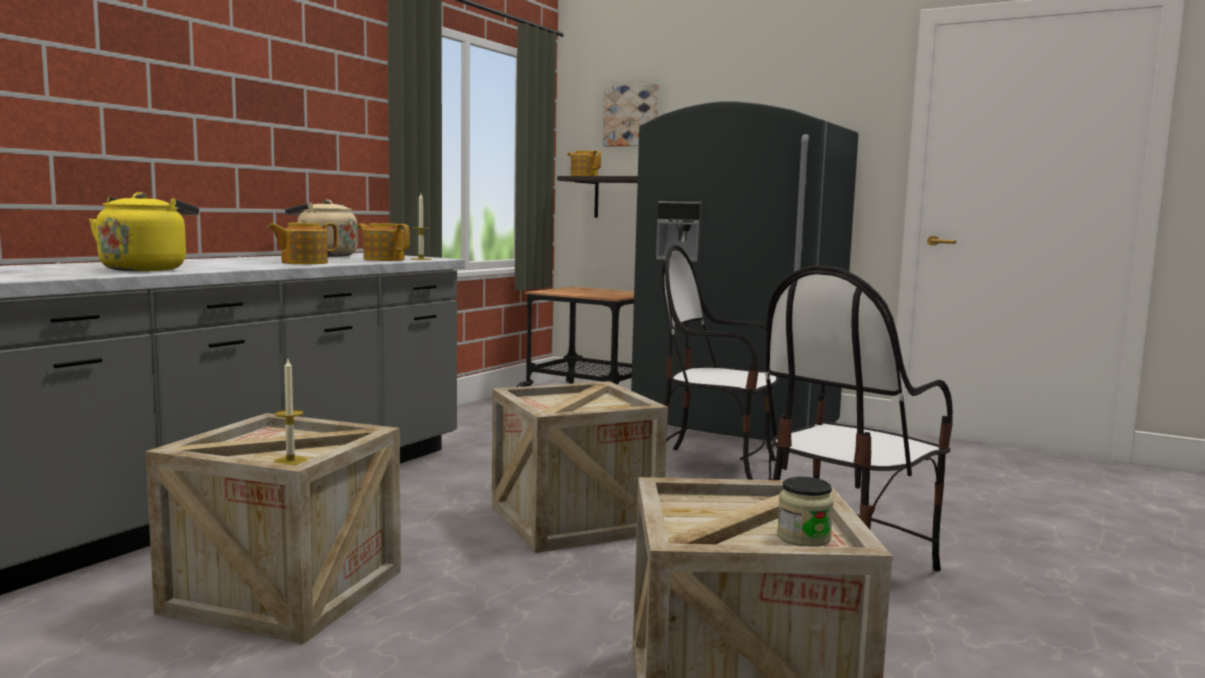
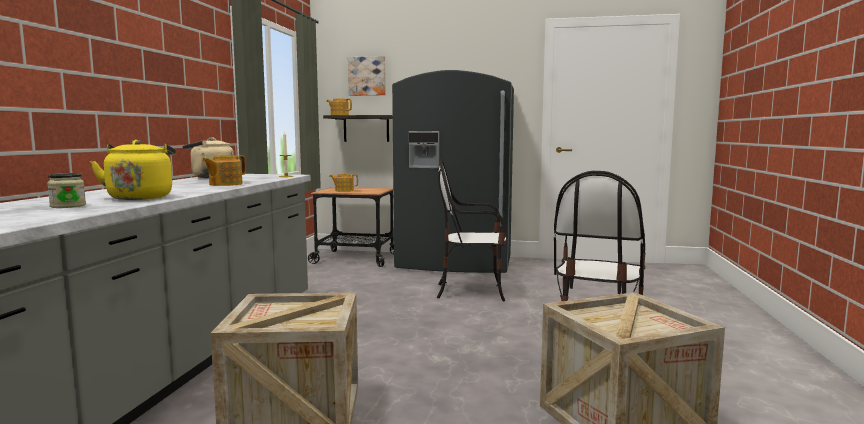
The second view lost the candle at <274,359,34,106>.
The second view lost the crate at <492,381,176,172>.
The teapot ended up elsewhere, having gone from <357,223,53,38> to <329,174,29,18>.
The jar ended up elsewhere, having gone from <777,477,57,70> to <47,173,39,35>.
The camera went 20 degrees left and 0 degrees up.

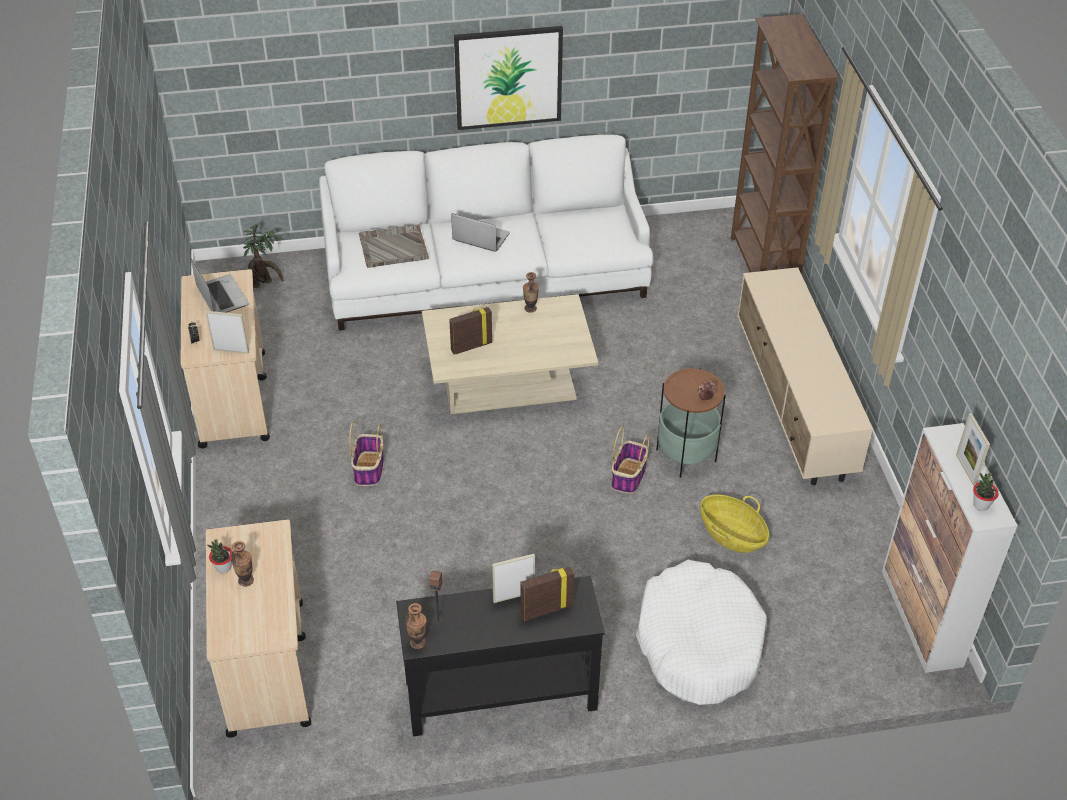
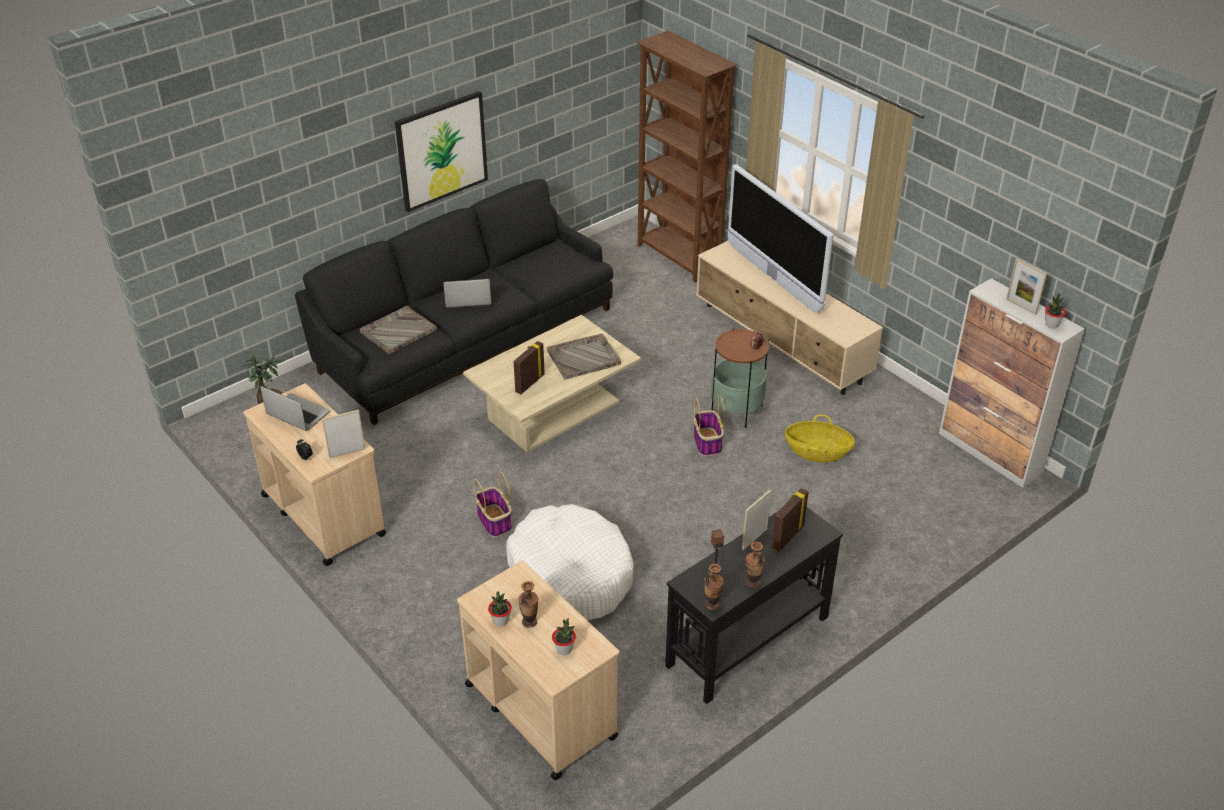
The second view gained the tray (grey) at <547,333,74,47>.
The second view gained the potted plant at <552,618,24,37>.
The second view gained the television at <728,164,106,149>.
The vase ended up elsewhere, having gone from <523,272,16,41> to <746,542,19,46>.
The dog bed (white) ended up elsewhere, having gone from <636,560,131,145> to <506,504,128,116>.
What was the sofa (white) at <319,135,334,196> turned into the sofa (black) at <295,179,318,246>.
The camera went 30 degrees left and 5 degrees down.

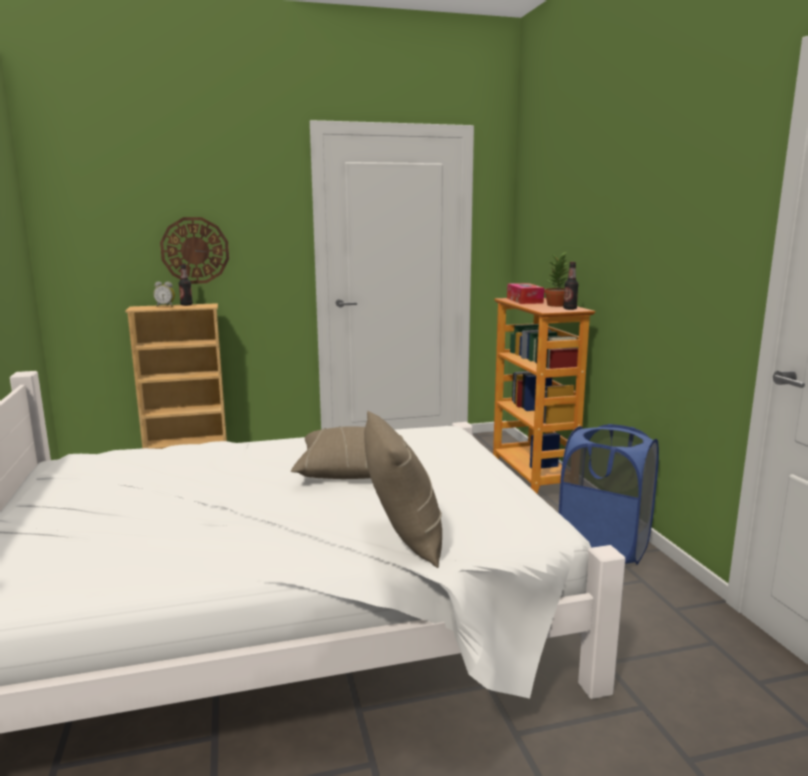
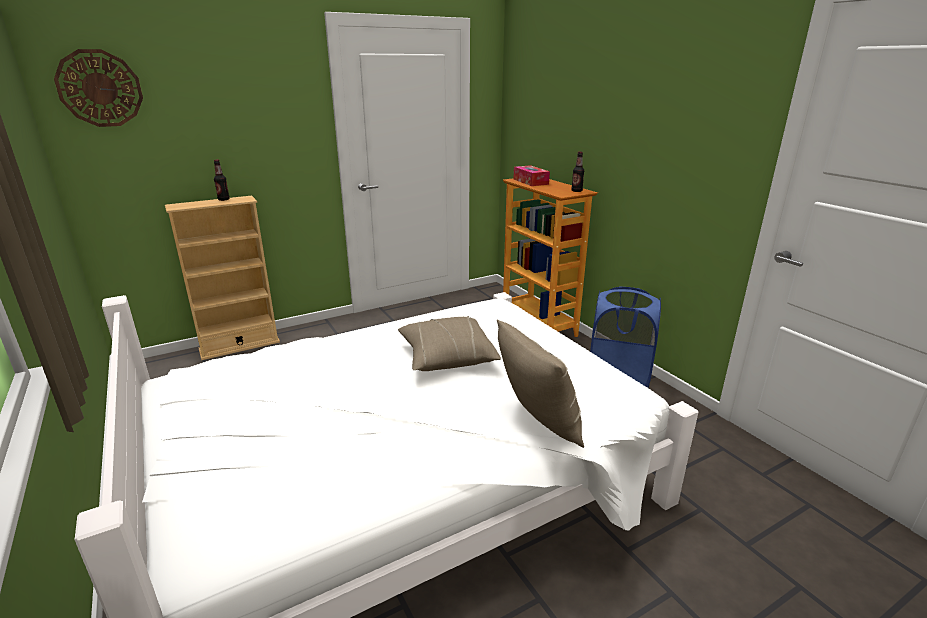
The second view lost the alarm clock at <153,282,22,25>.
The second view lost the potted plant at <544,251,25,56>.
The wall clock ended up elsewhere, having gone from <160,217,69,67> to <54,49,89,78>.
The camera went 15 degrees left and 10 degrees up.

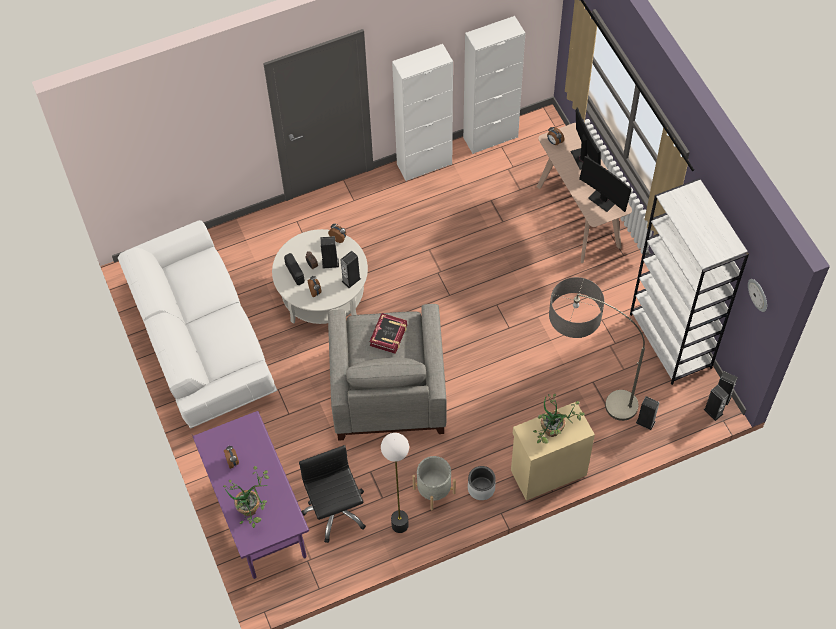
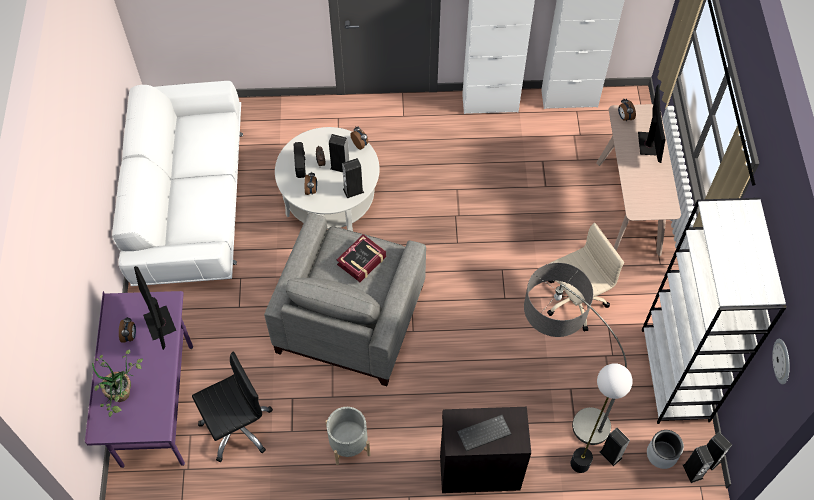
The second view gained the office chair (beige) at <547,222,77,110>.
The floor lamp ended up elsewhere, having gone from <381,433,28,100> to <571,363,62,110>.
The planter (grey) ended up elsewhere, having gone from <468,466,28,34> to <647,430,37,39>.
The monitor ended up elsewhere, having gone from <579,156,53,56> to <134,266,42,84>.
Where the potted plant stood at <533,394,52,49>, the keyboard came to stand at <457,415,55,36>.
What was the cabinet (beige) at <511,402,84,99> turned into the cabinet (black) at <440,407,91,86>.
The office chair (black) at <299,445,67,98> ended up facing another way, 60 degrees clockwise from before.
The camera went 20 degrees right and 0 degrees up.

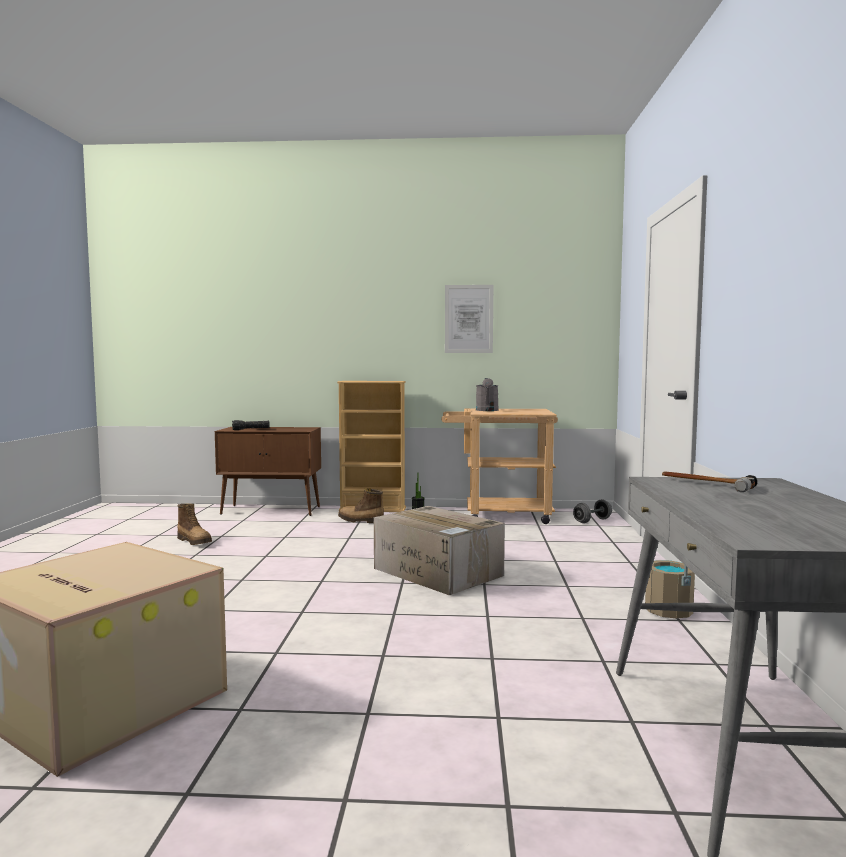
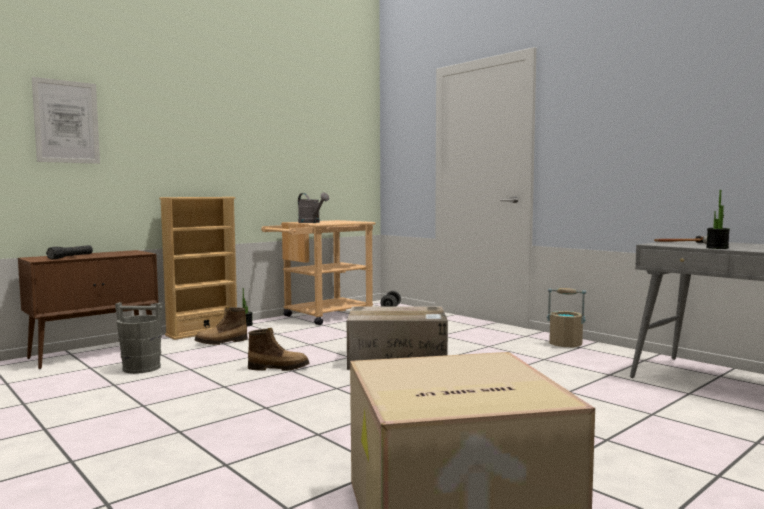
The second view gained the bucket (grey) at <115,302,48,72>.
The second view gained the potted plant at <706,190,24,59>.
The boot ended up elsewhere, having gone from <177,504,35,41> to <248,328,61,43>.
The picture ended up elsewhere, having gone from <445,285,48,68> to <32,77,68,87>.
The camera went 45 degrees left and 0 degrees up.

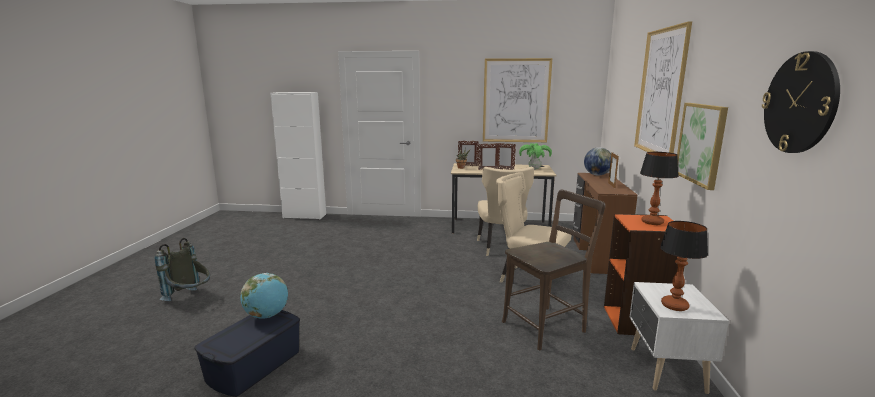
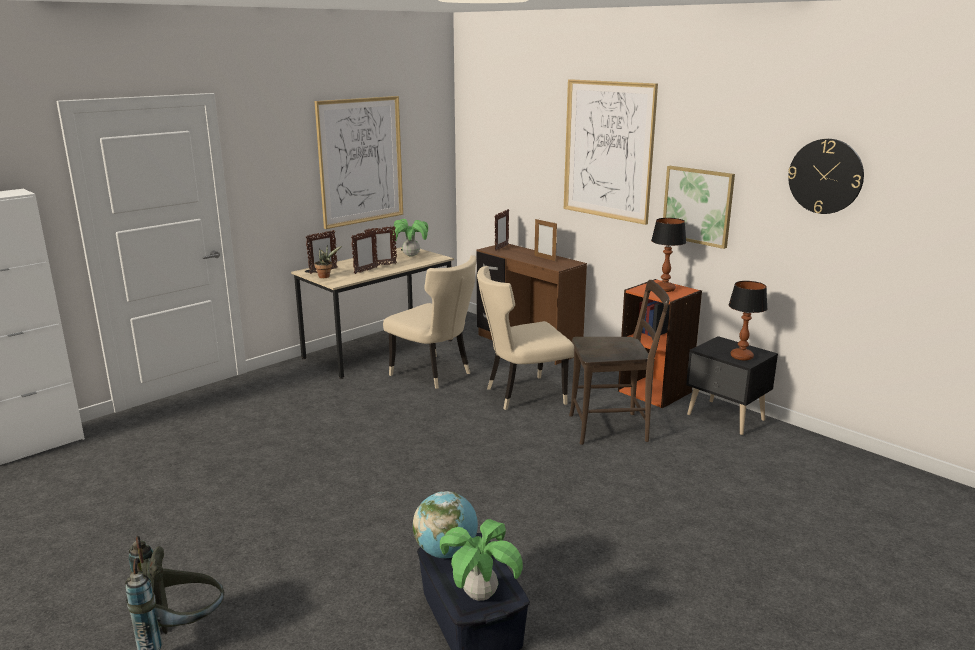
The second view gained the potted plant at <440,519,83,82>.
Where the globe stood at <584,147,27,28>, the picture frame came to stand at <495,209,14,42>.
What was the nightstand (white) at <630,282,99,112> turned into the nightstand (black) at <686,336,92,99>.
The chair (brown) at <502,190,103,160> ended up facing another way, 75 degrees clockwise from before.
The camera went 50 degrees left and 5 degrees up.

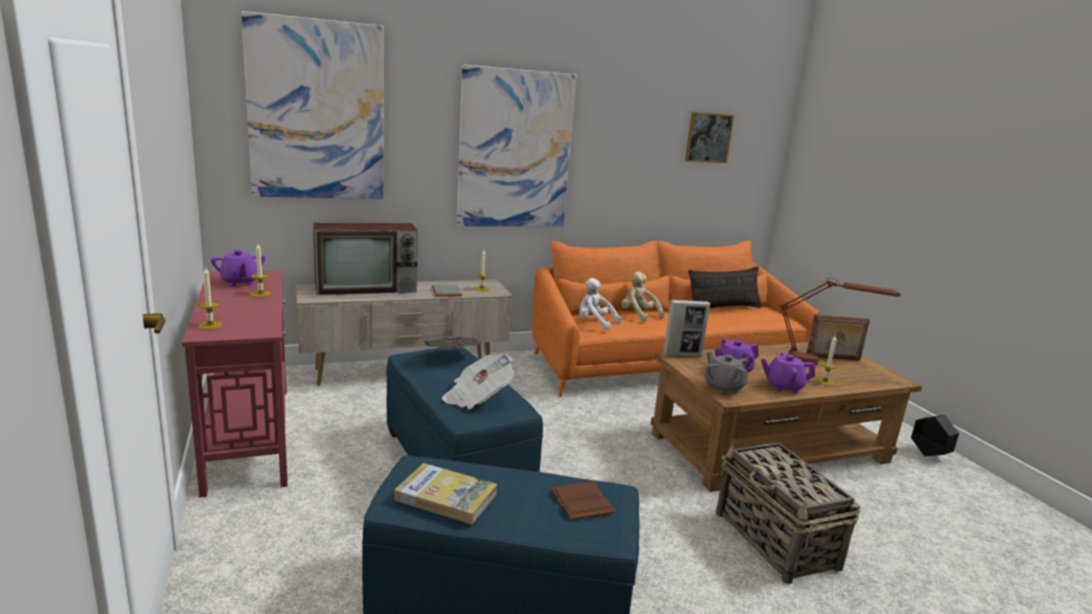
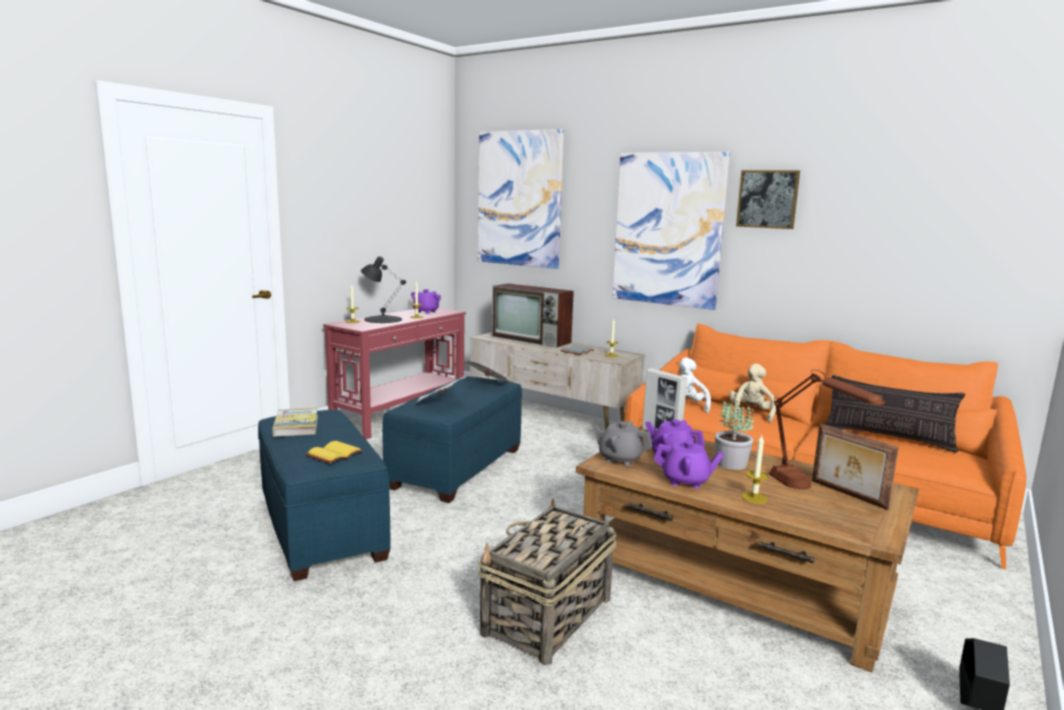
The second view gained the table lamp (black) at <361,256,45,67>.
The second view gained the potted plant at <715,399,39,71>.
The picture ended up elsewhere, having gone from <685,112,49,51> to <736,170,64,59>.
What was the book (brown) at <551,481,64,39> turned into the book (yellow) at <305,441,58,23>.
The teapot (grey) at <705,352,43,43> ended up facing another way, 90 degrees counterclockwise from before.
The teapot (purple) at <761,352,54,41> ended up facing another way, 135 degrees clockwise from before.
The camera went 55 degrees right and 5 degrees down.

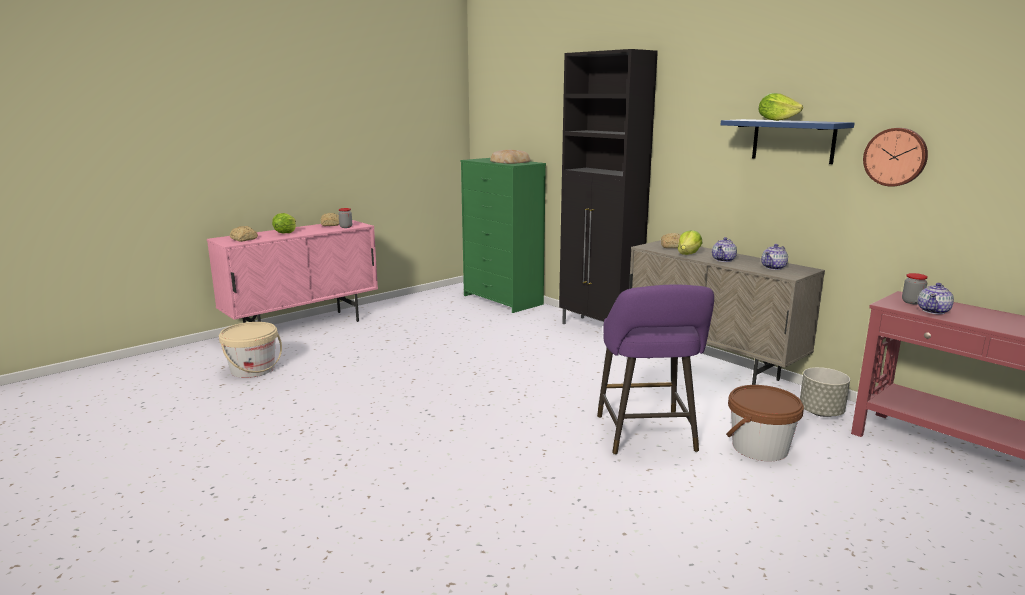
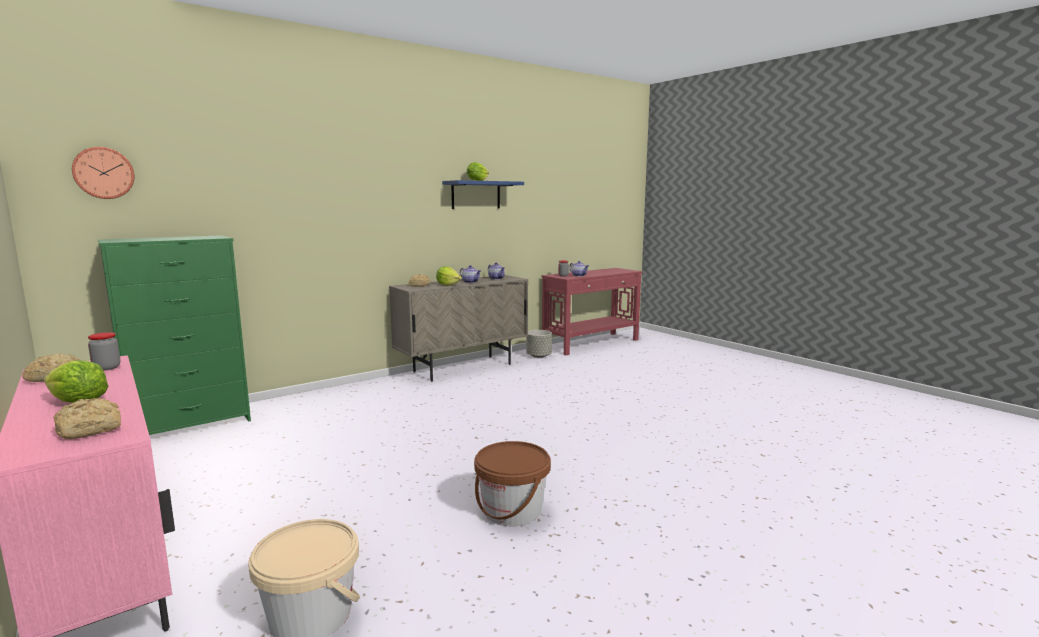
The second view lost the bread at <490,150,40,14>.
The second view lost the cabinet (black) at <559,49,99,275>.
The second view lost the stool (purple) at <597,285,117,170>.
The bucket (brown) ended up elsewhere, having gone from <726,385,78,76> to <474,441,77,85>.
The wall clock ended up elsewhere, having gone from <863,128,65,59> to <72,147,62,52>.
The camera went 85 degrees left and 5 degrees down.

